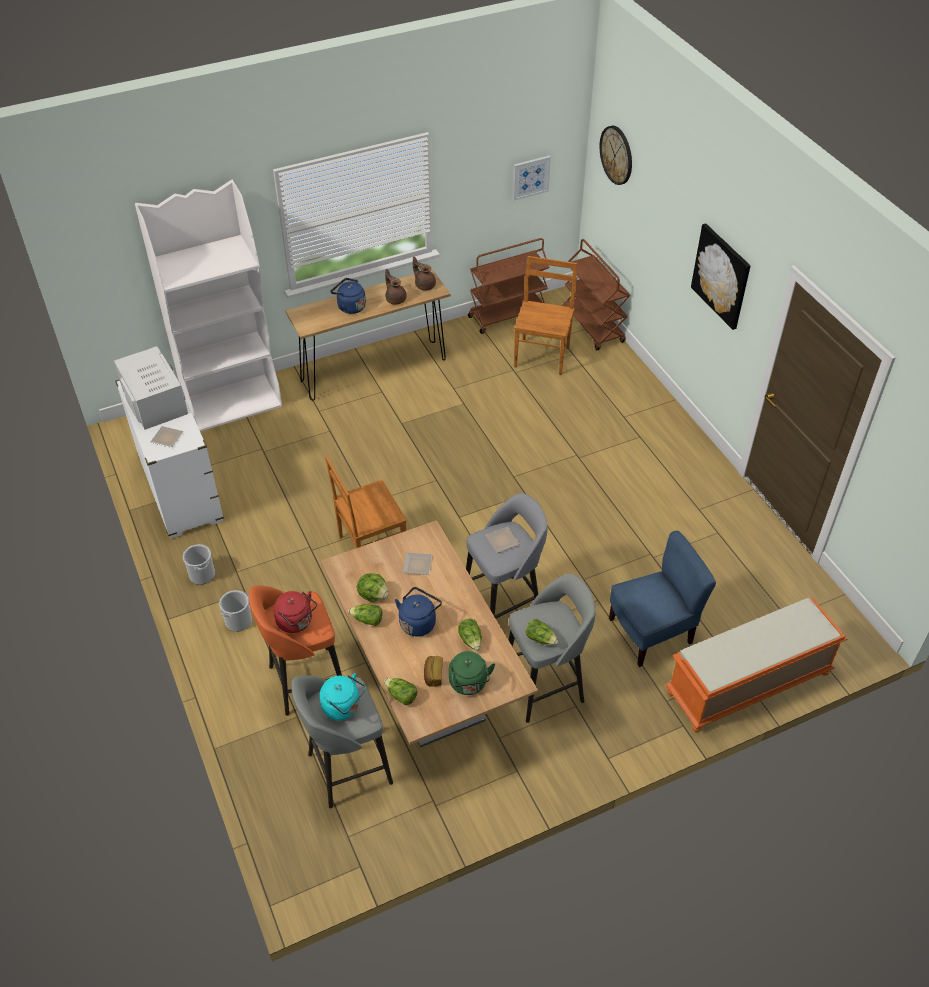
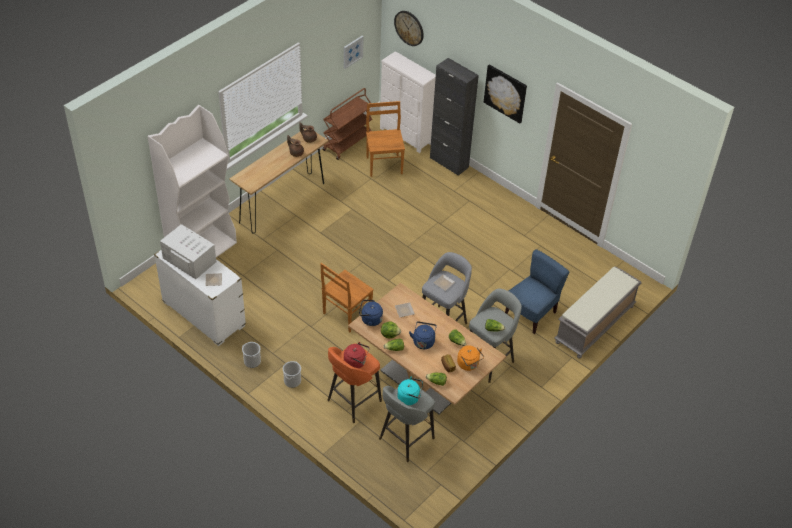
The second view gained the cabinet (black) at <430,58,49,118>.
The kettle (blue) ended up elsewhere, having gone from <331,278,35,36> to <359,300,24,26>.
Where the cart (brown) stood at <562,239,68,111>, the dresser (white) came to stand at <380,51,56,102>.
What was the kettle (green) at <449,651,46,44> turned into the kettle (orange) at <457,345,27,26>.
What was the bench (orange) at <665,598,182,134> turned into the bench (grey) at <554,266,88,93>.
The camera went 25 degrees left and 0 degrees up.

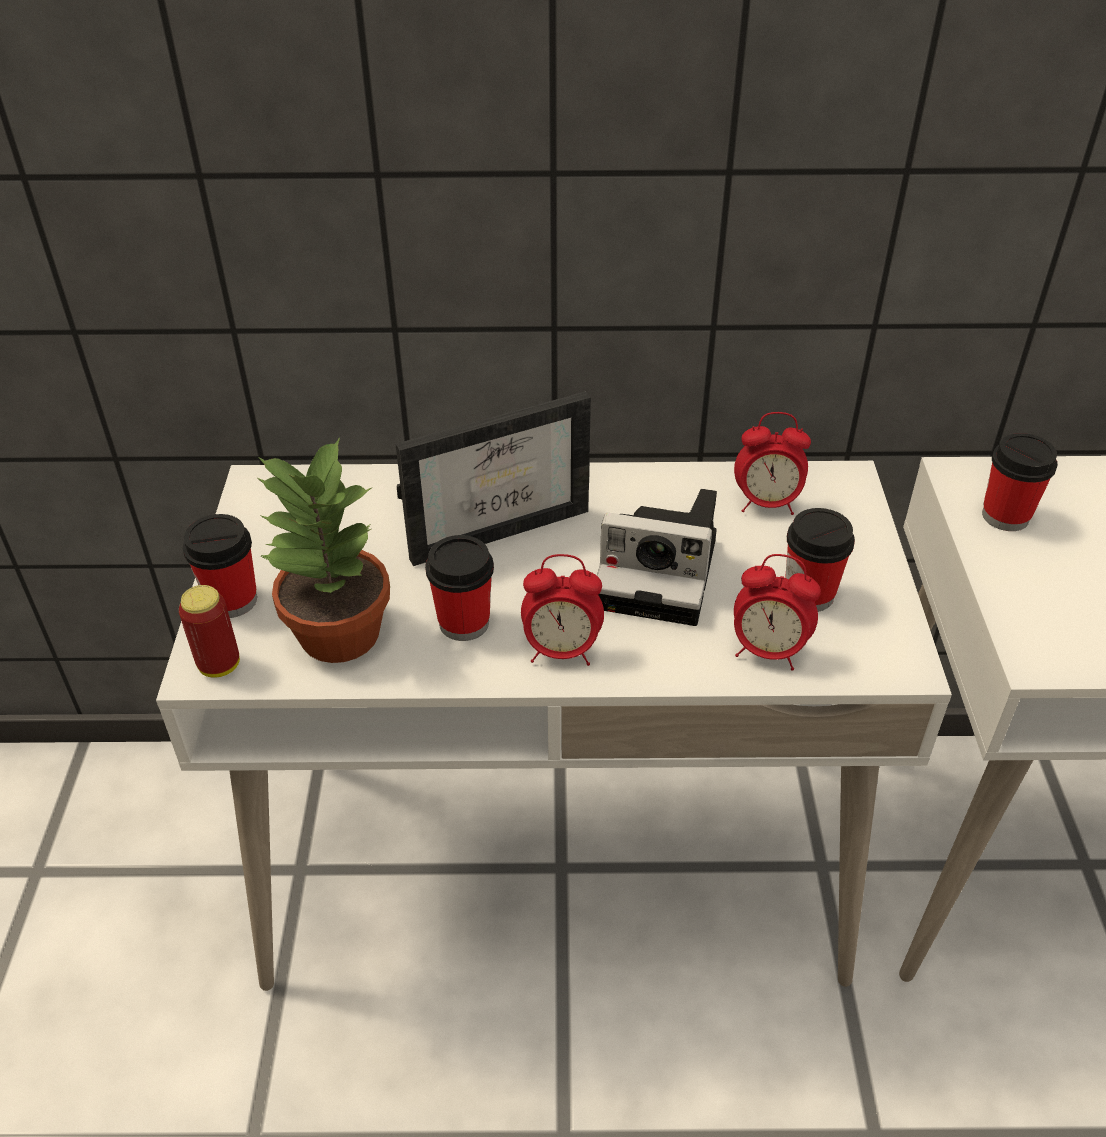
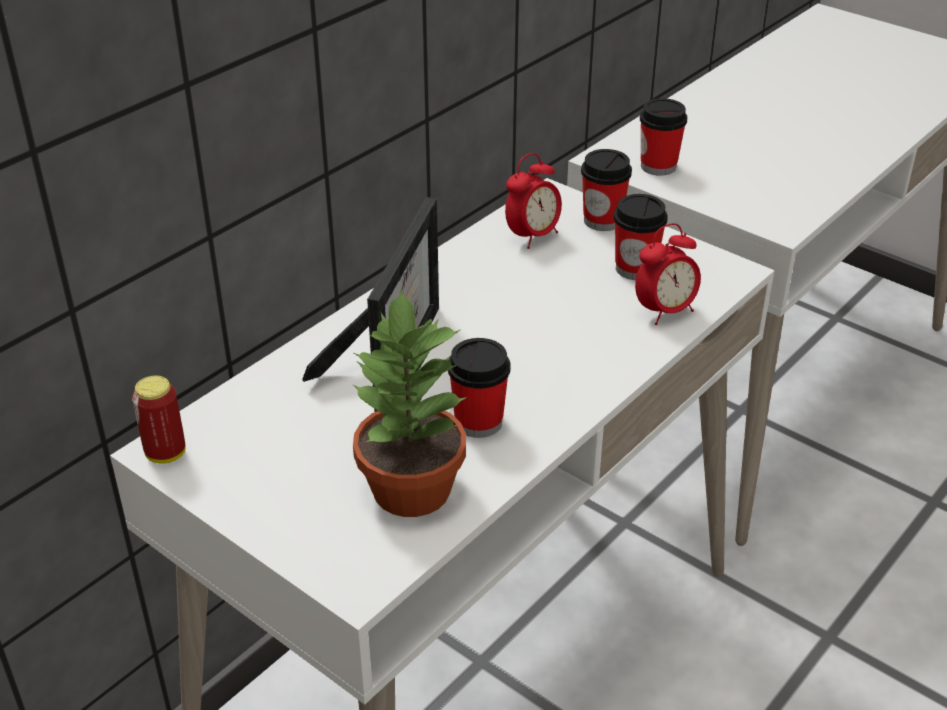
The second view lost the alarm clock at <521,554,83,112>.
The second view lost the photo camera at <597,489,120,137>.
The can ended up elsewhere, having gone from <179,585,61,93> to <132,375,53,89>.
The cup ended up elsewhere, having gone from <183,514,74,104> to <581,149,51,82>.
The camera went 50 degrees left and 5 degrees down.

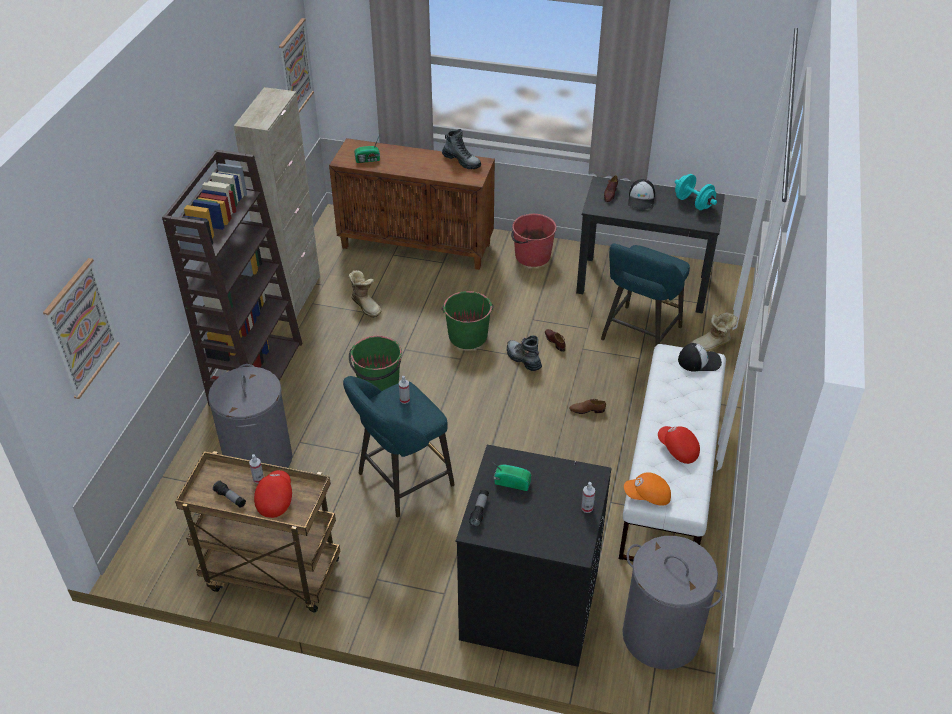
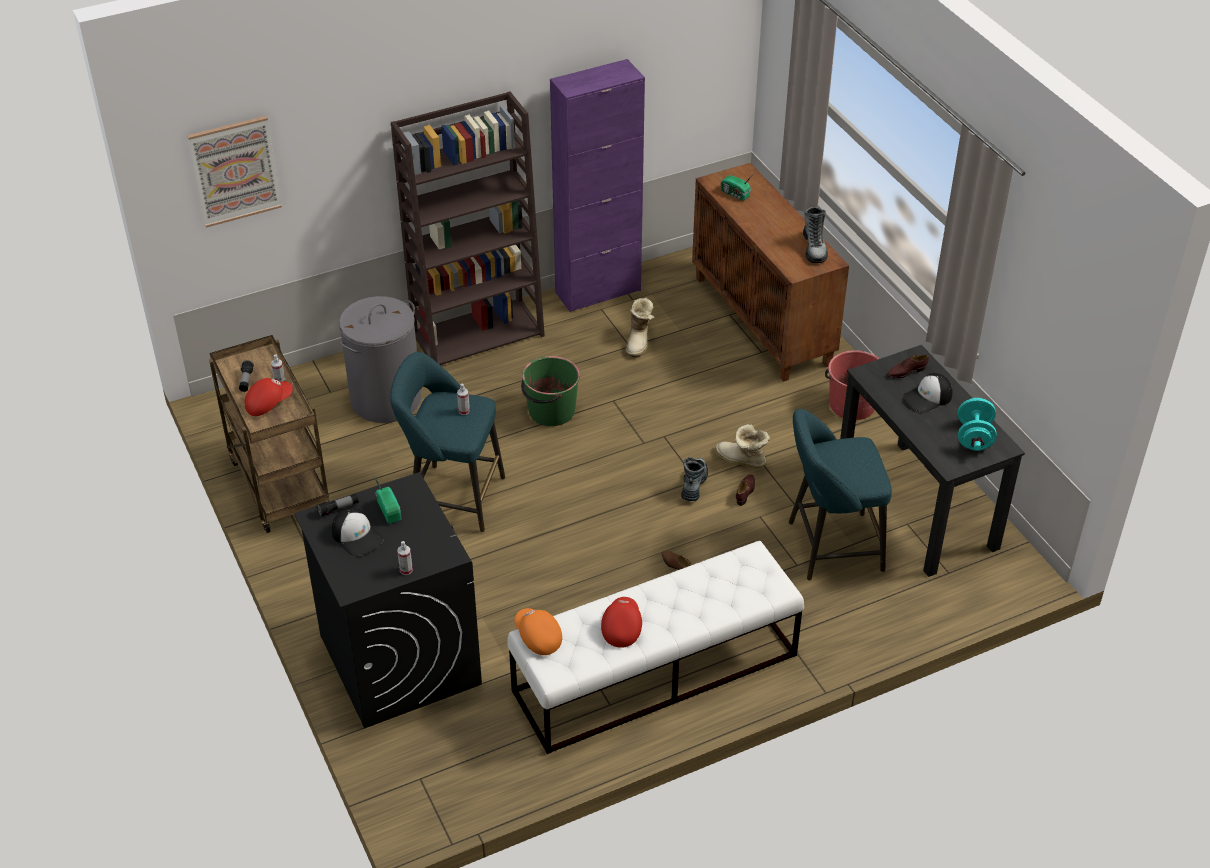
The second view lost the picture at <279,18,35,95>.
The second view lost the bucket (green) at <441,291,53,58>.
The second view lost the laundry basket (grey) at <622,536,101,133>.
The cap ended up elsewhere, having gone from <678,343,44,29> to <332,508,51,48>.
The boot ended up elsewhere, having gone from <690,312,48,39> to <715,424,55,44>.
What was the cabinet (beige) at <234,87,86,231> turned into the cabinet (purple) at <550,59,95,253>.
The camera went 50 degrees right and 0 degrees up.

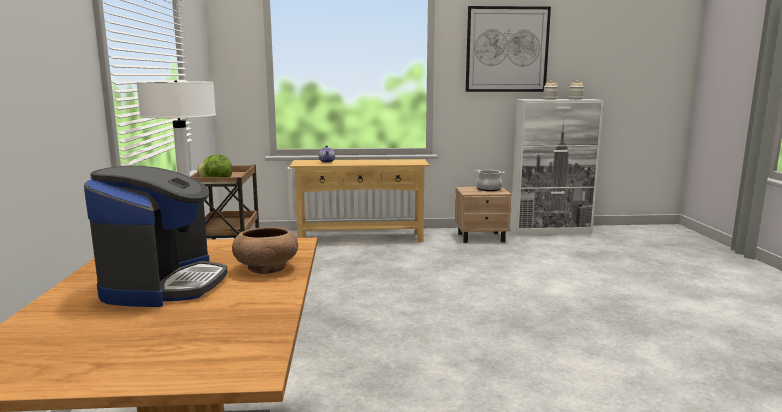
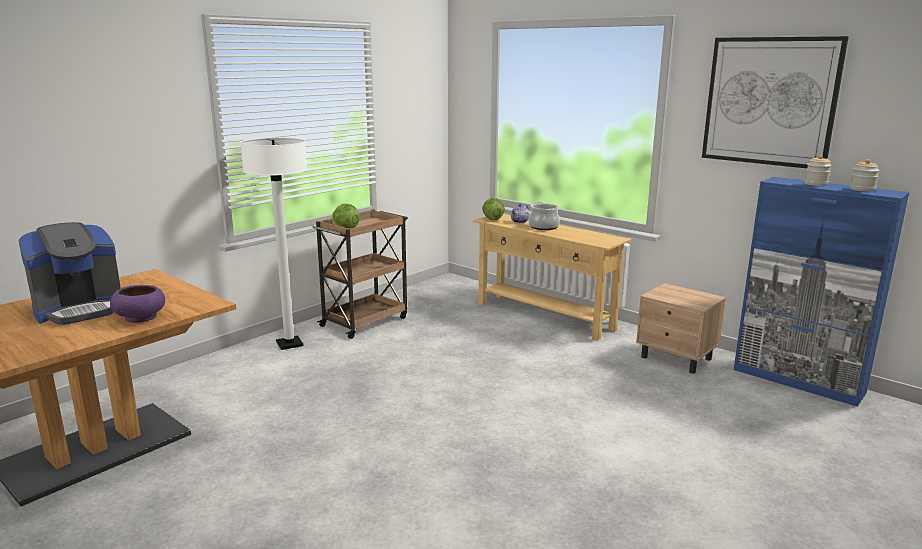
The second view gained the lettuce at <482,198,23,22>.
The cooking pot ended up elsewhere, having gone from <475,170,30,21> to <528,202,32,28>.
What was the bowl (brown) at <232,227,66,47> turned into the bowl (purple) at <110,285,55,38>.
What was the cabinet (white) at <510,99,94,136> turned into the cabinet (blue) at <734,177,175,230>.
The camera went 45 degrees right and 5 degrees up.

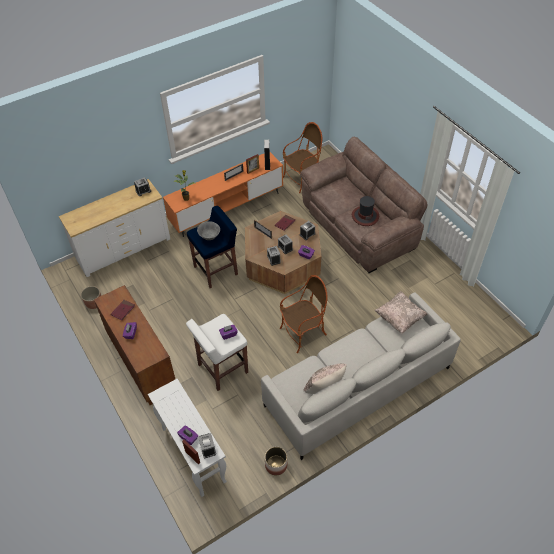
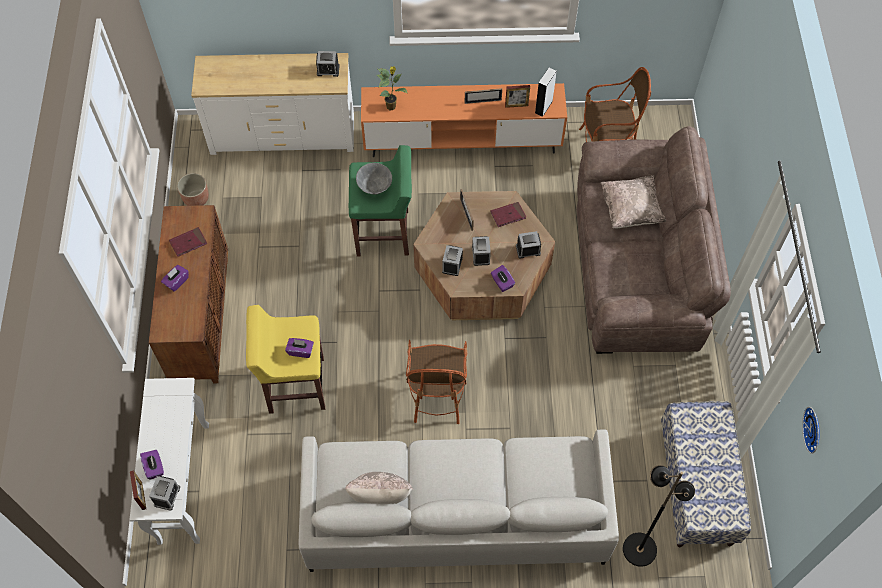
The second view lost the planter at <265,447,22,28>.
The second view lost the hat at <352,196,27,30>.
The second view gained the floor lamp (black) at <623,465,72,102>.
The second view gained the bench at <661,401,90,146>.
The second view gained the wall clock at <802,407,18,47>.
The pillow (beige) ended up elsewhere, having gone from <374,291,53,43> to <600,175,66,53>.
What was the stool (white) at <186,314,62,77> turned into the stool (yellow) at <246,305,79,109>.
What was the stool (blue) at <187,206,51,82> turned into the stool (green) at <349,145,63,112>.
The armchair at <280,275,48,78> ended up facing another way, 90 degrees clockwise from before.
The camera went 30 degrees right and 10 degrees up.

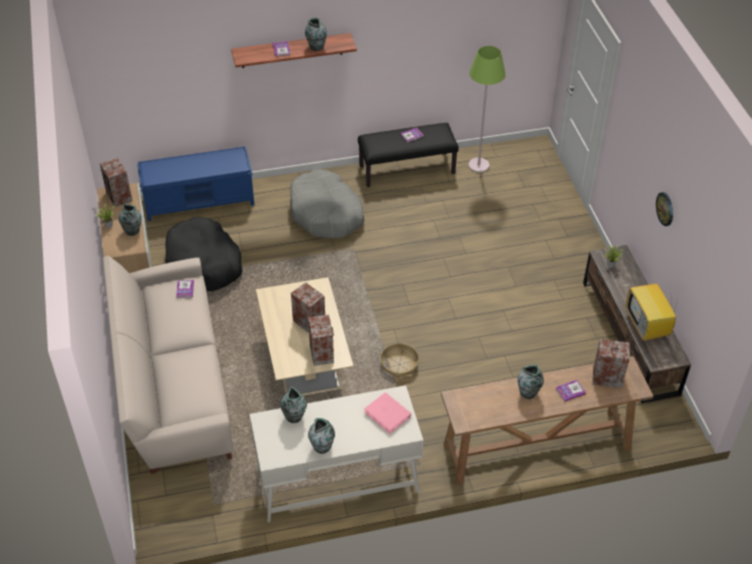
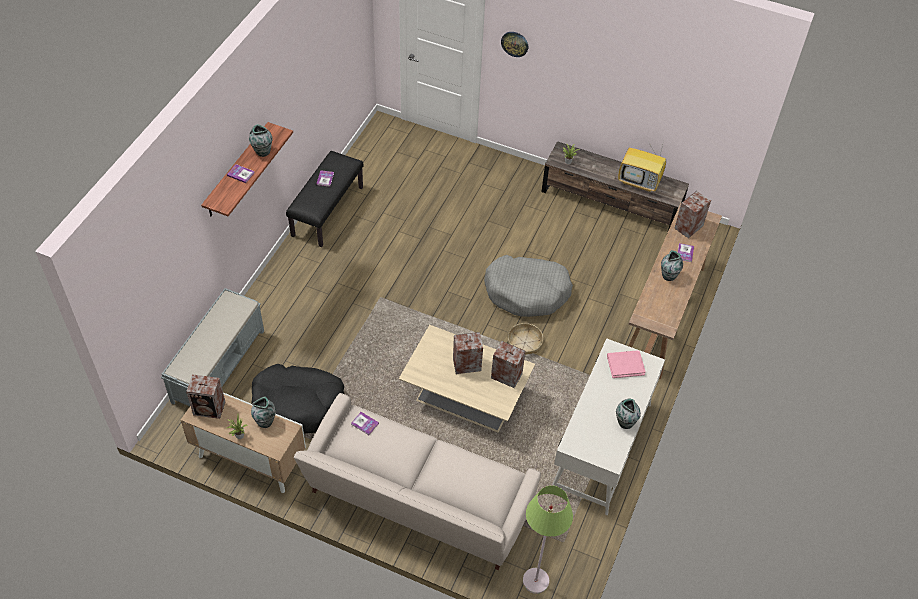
The second view lost the vase at <280,386,27,37>.
The dog bed (grey) ended up elsewhere, having gone from <290,169,74,70> to <484,255,89,62>.
The floor lamp (green) ended up elsewhere, having gone from <468,46,38,127> to <523,485,50,109>.
The wall clock ended up elsewhere, having gone from <656,192,17,34> to <501,32,27,25>.
What was the bench (blue) at <137,146,117,76> turned into the bench (grey) at <161,288,103,118>.
The camera went 55 degrees left and 5 degrees up.

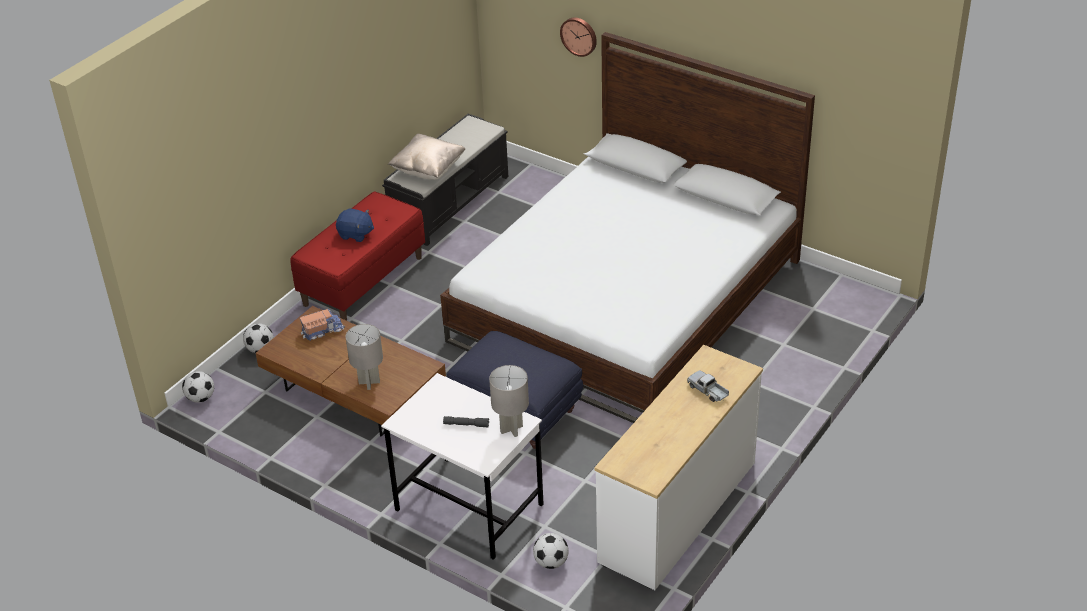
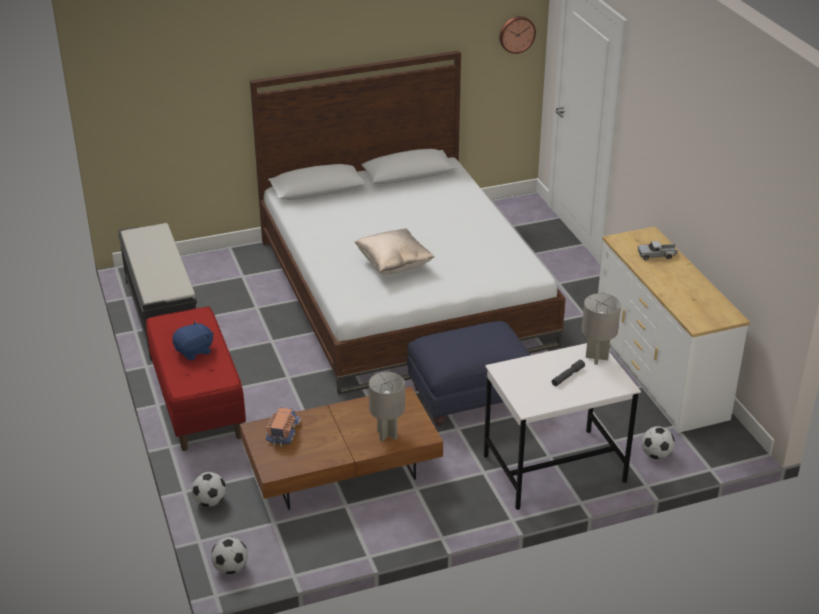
The pillow (beige) ended up elsewhere, having gone from <388,134,77,46> to <354,228,81,46>.
The wall clock ended up elsewhere, having gone from <560,17,37,40> to <499,16,37,38>.
The camera went 55 degrees left and 5 degrees down.

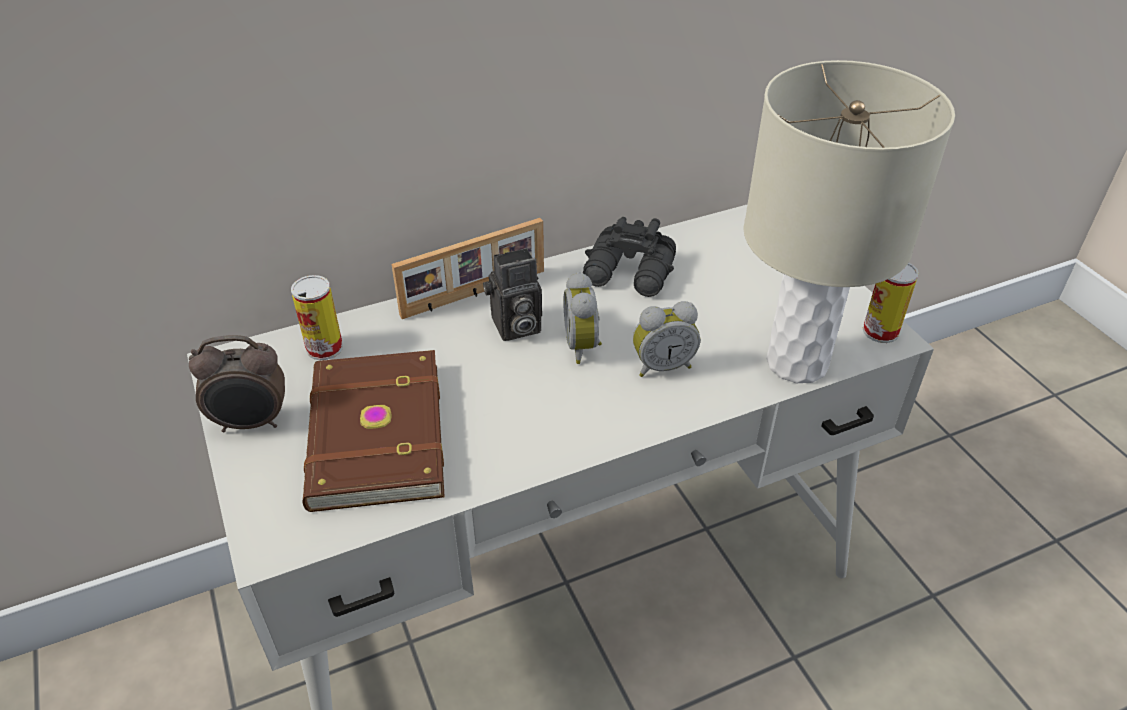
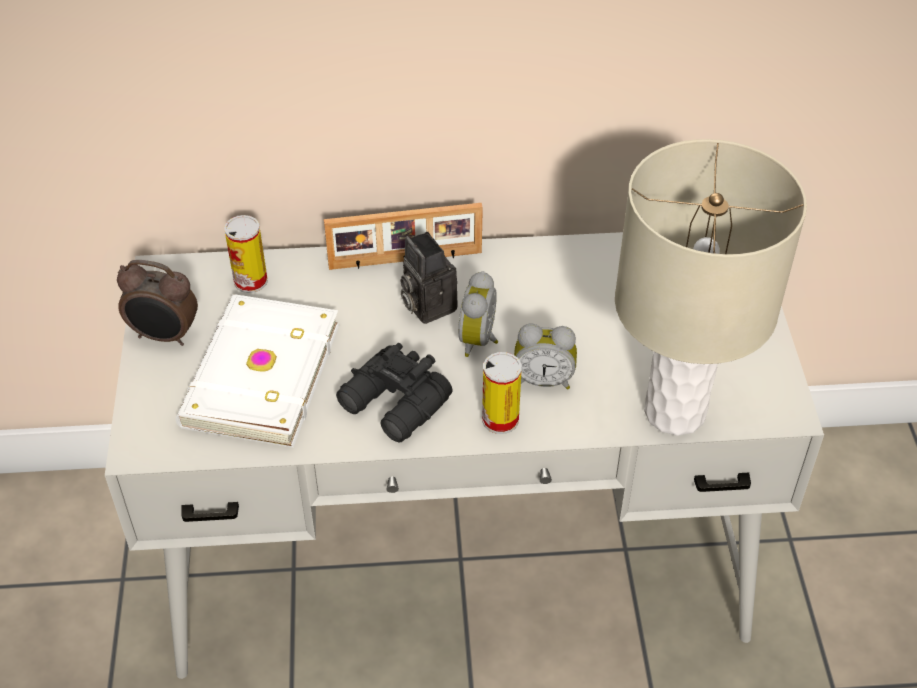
The binoculars (black) ended up elsewhere, having gone from <583,217,93,80> to <336,343,117,100>.
The can ended up elsewhere, having gone from <863,263,56,80> to <482,352,40,82>.
What was the book (brown) at <303,350,142,162> turned into the book (white) at <176,294,164,154>.
The photo camera at <483,248,59,93> ended up facing another way, 60 degrees clockwise from before.
The camera went 20 degrees right and 5 degrees up.

